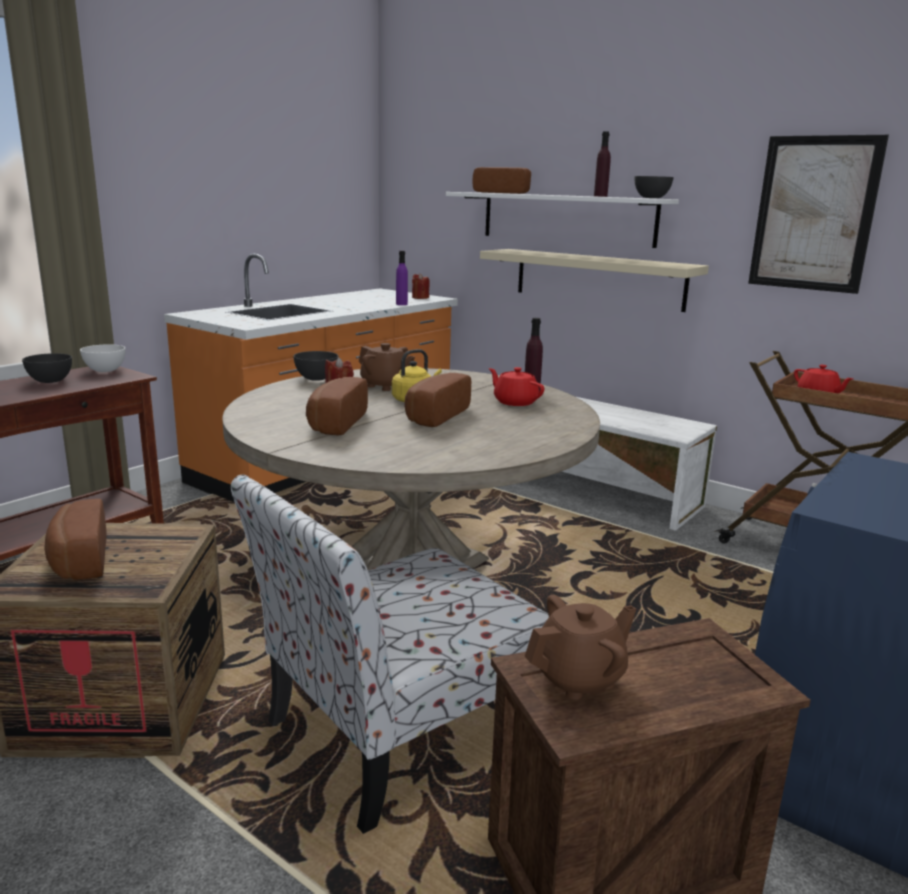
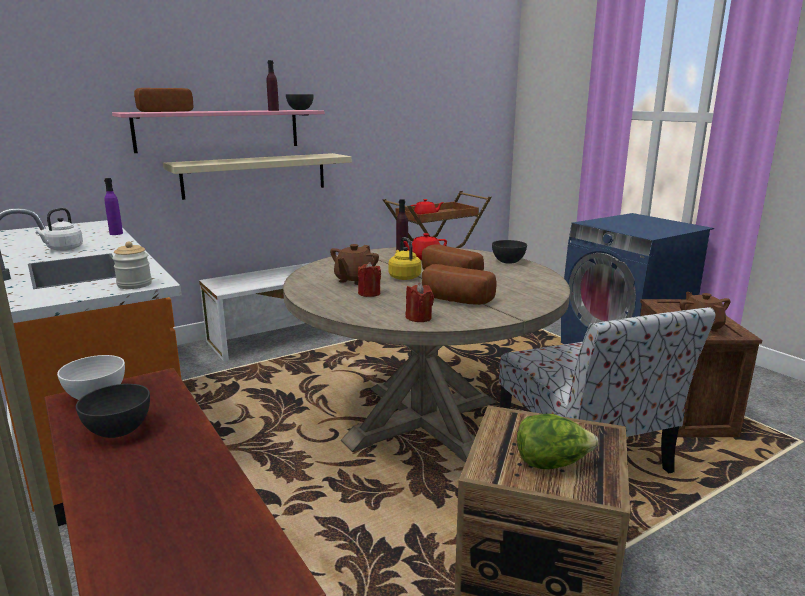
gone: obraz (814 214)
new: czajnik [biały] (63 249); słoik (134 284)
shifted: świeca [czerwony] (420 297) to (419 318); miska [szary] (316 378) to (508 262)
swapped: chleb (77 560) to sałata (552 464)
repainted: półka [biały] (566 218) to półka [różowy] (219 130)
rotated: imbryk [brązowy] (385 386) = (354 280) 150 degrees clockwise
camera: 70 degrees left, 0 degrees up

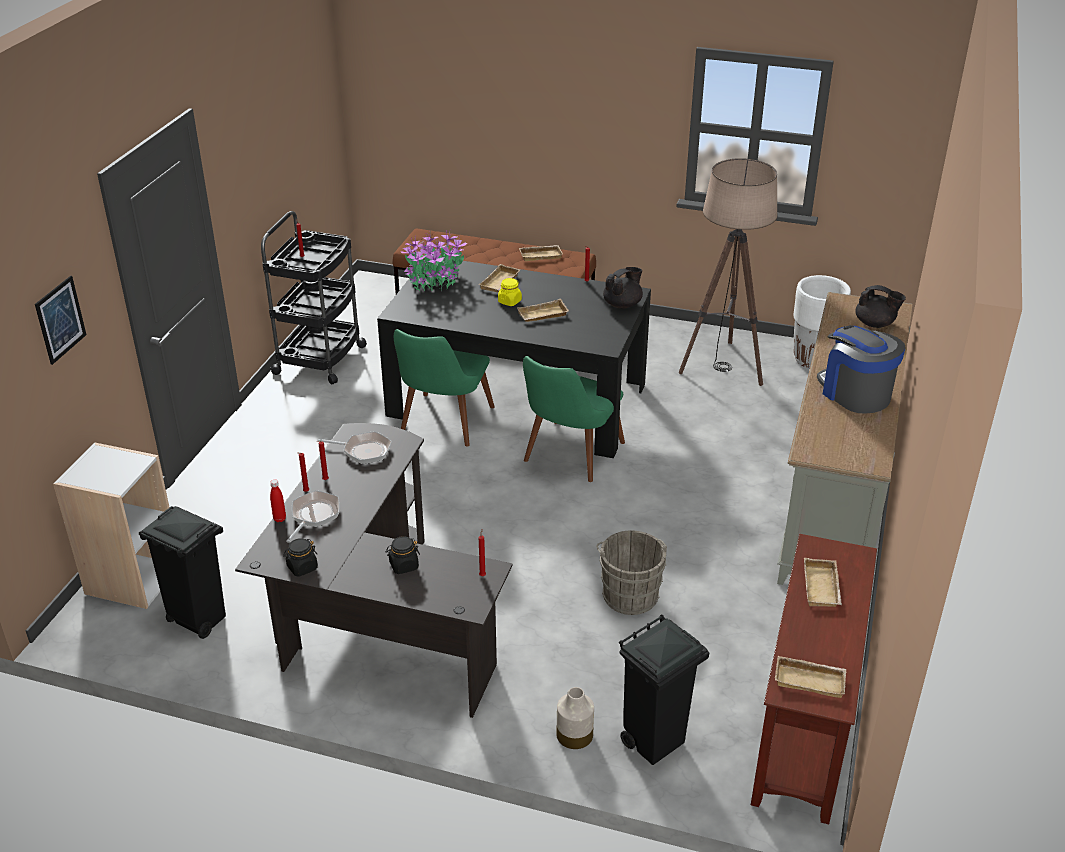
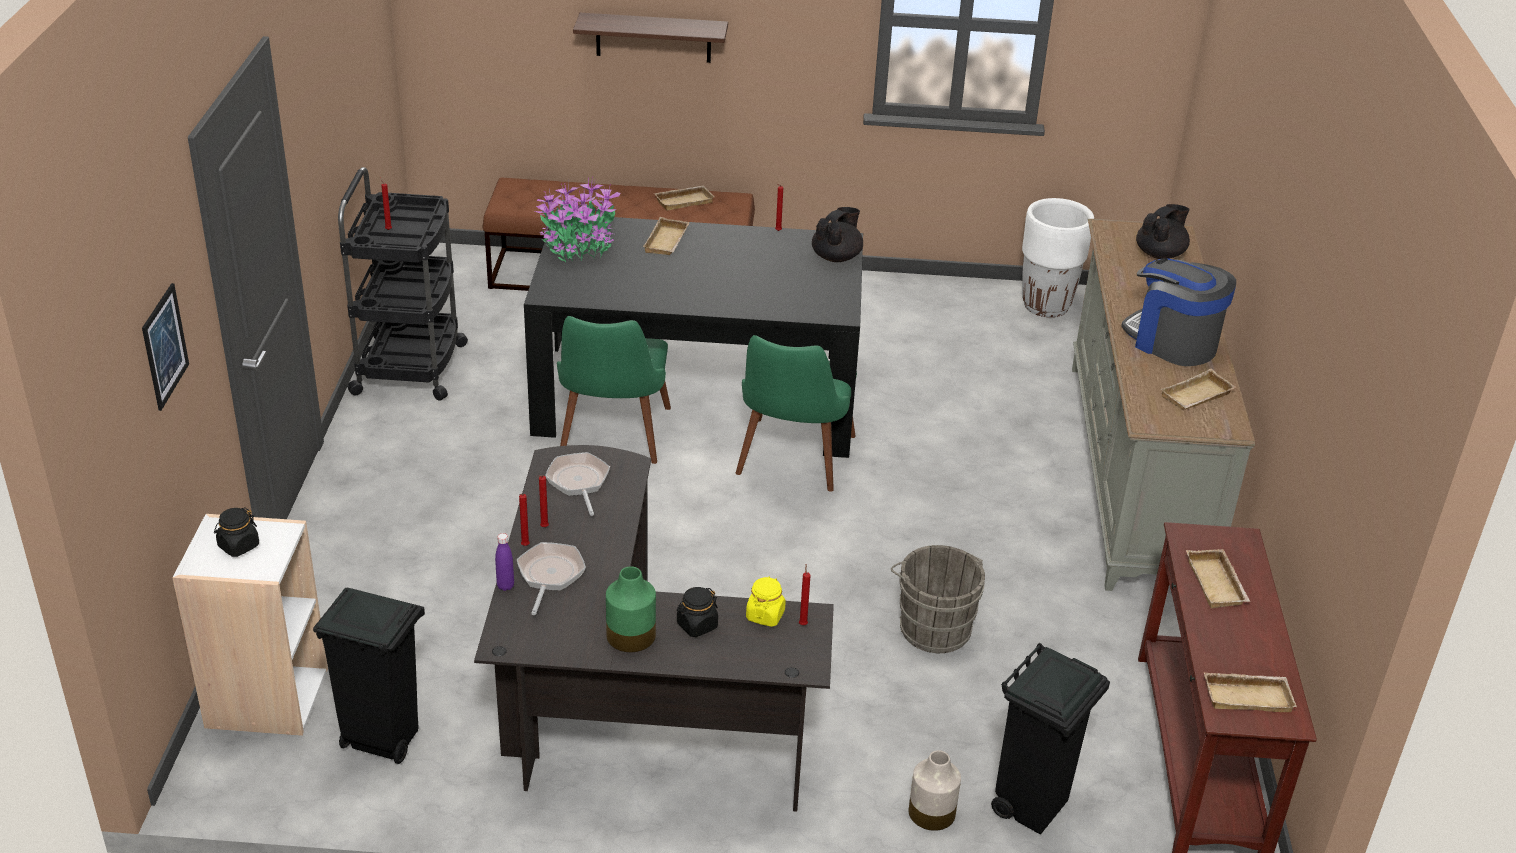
gone: lampa stojąca (723 366)
new: półka (653 37); wazon [zielony] (631 635)
shifted: słoik [czarny] (302 567) to (238 546); słoik [żółty] (509 301) to (765 615); taca [beżowy] (542 315) to (1197 397)
repainted: butelka [czerwony] (279 519) to butelka [fioletowy] (505 586)
rotated: patelnia (364 451) = (578 482) 105 degrees counterclockwise; imbryk [czarny] (875 324) = (1160 254) 60 degrees counterclockwise
camera: 15 degrees left, 0 degrees up

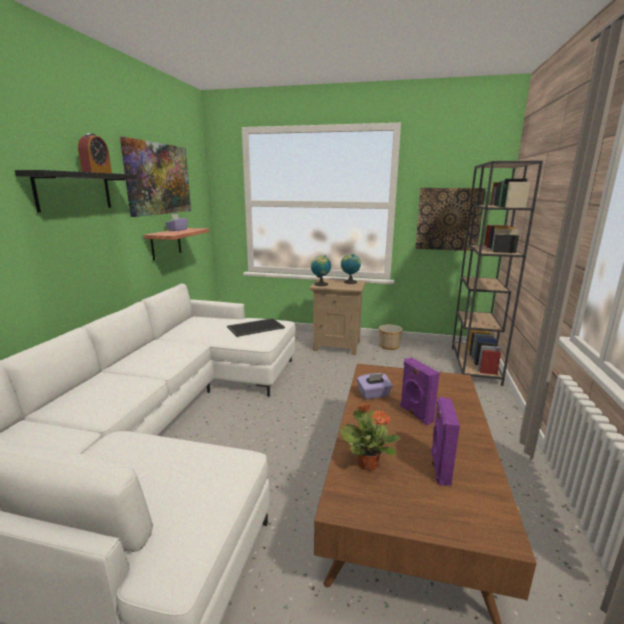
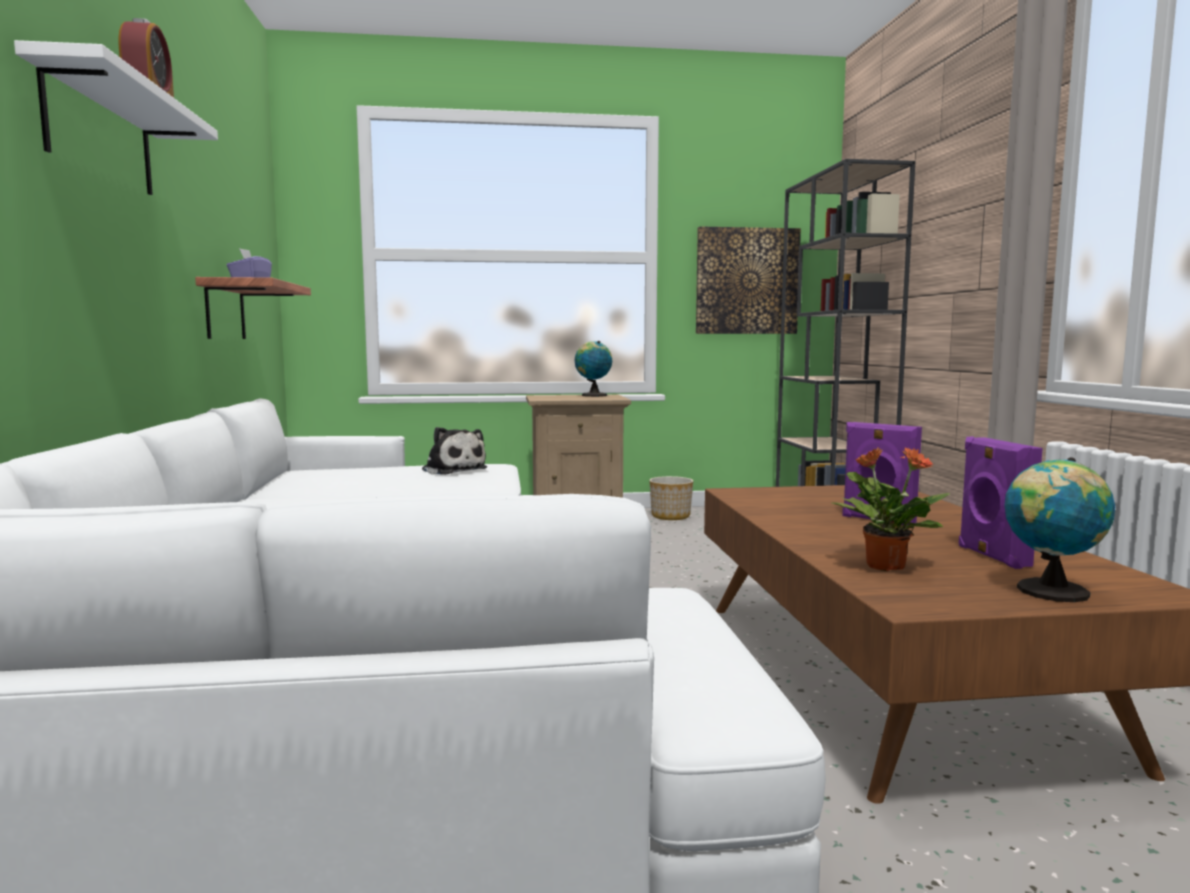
gone: obraz (158 179); pudełko chusteczek [fioletowy] (374 394)
shifted: globus (320 284) to (1050 592)
swapped: taca (256 327) to pluszak (453 470)
repainted: półka [czarny] (74 191) to półka [biały] (100 134)
camera: 20 degrees left, 10 degrees down

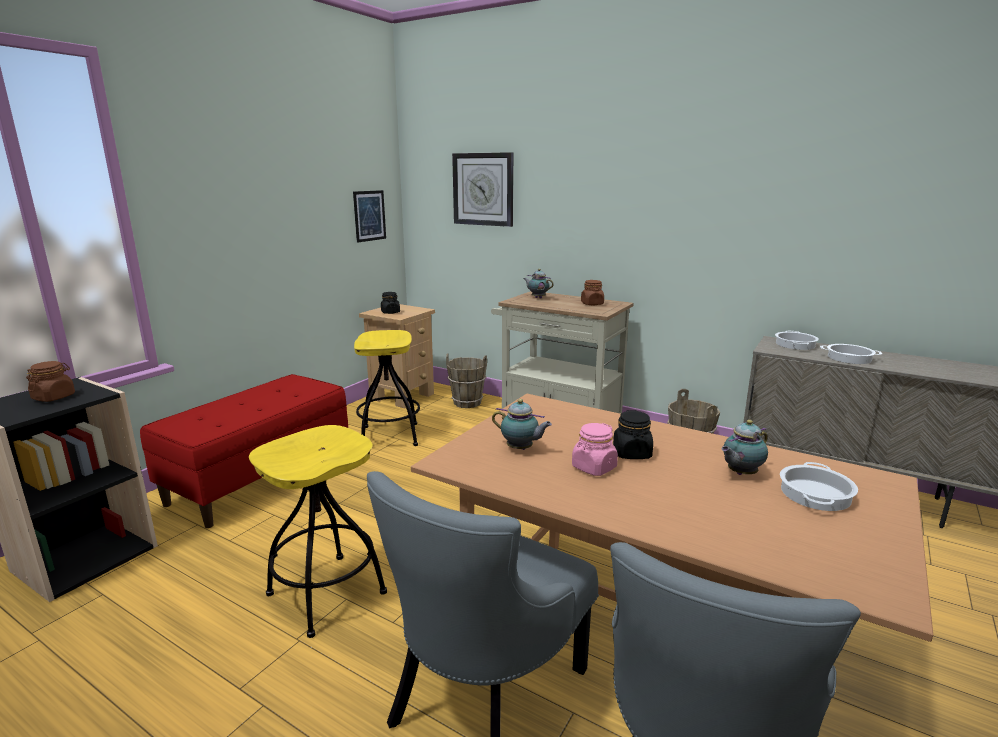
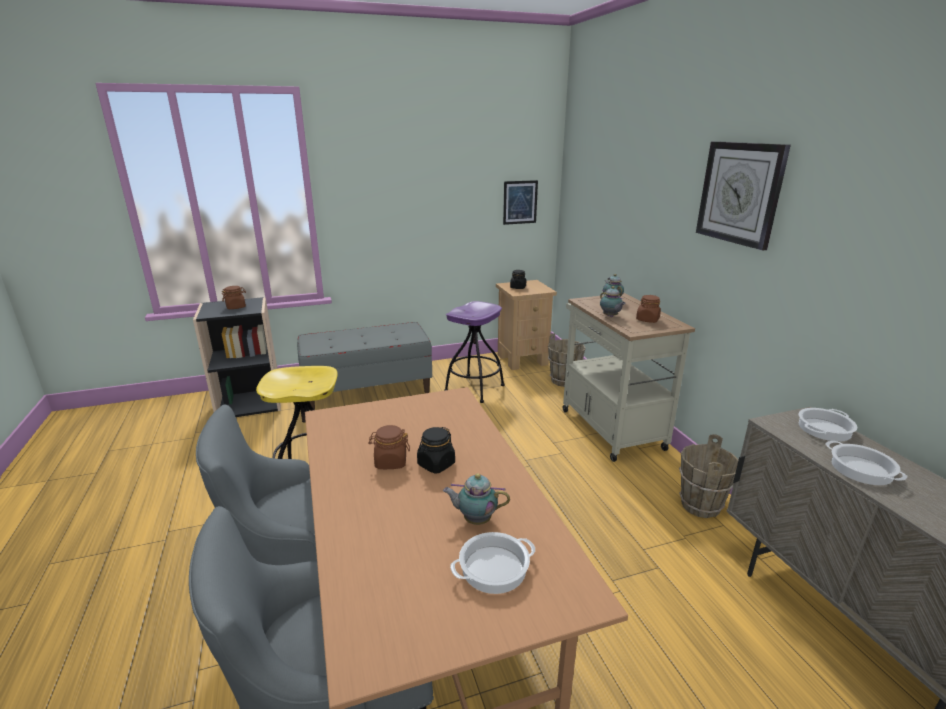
shifted: imbryk (521 449) to (610 316); zegar ścienny (483 189) to (740 193)
repainted: ławka [czerwony] (260 478) to ławka [szary] (368 390); słoik [różowy] (594 468) to słoik [brązowy] (390 462); stołek [żółty] (390 436) to stołek [fioletowy] (474 388)
camera: 40 degrees right, 5 degrees up

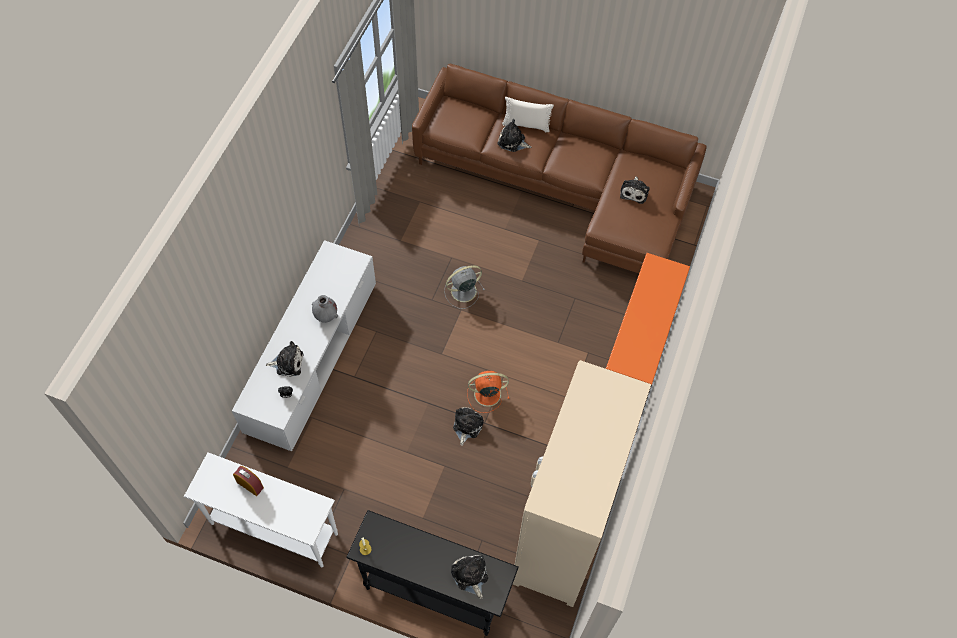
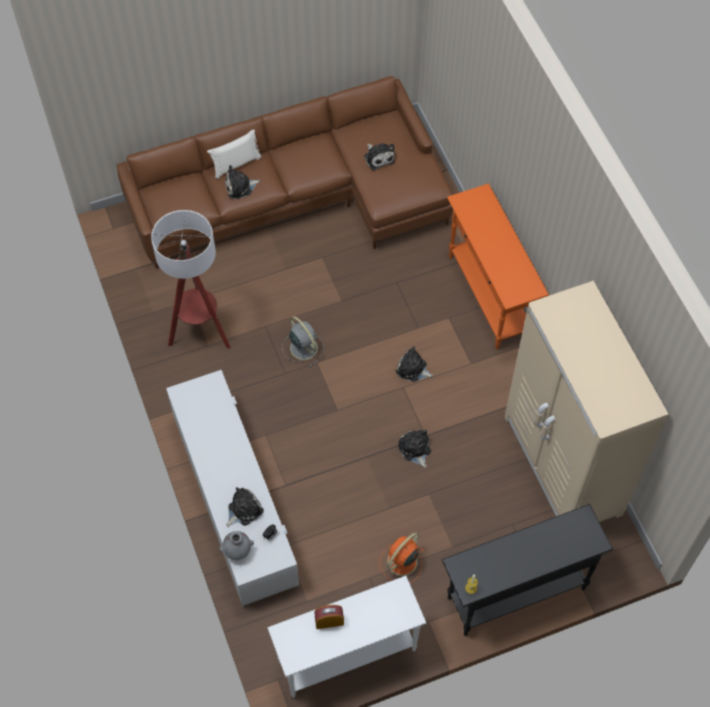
new: lampa stojąca (200 331)
shifted: wazon [szary] (326 316) to (238 551); wentylator [pomarańczowy] (486 394) to (401 562); pluszak (470 575) to (413 369)
rotated: wentylator [szary] (462 291) = (303 347) 120 degrees clockwise
camera: 40 degrees left, 0 degrees up

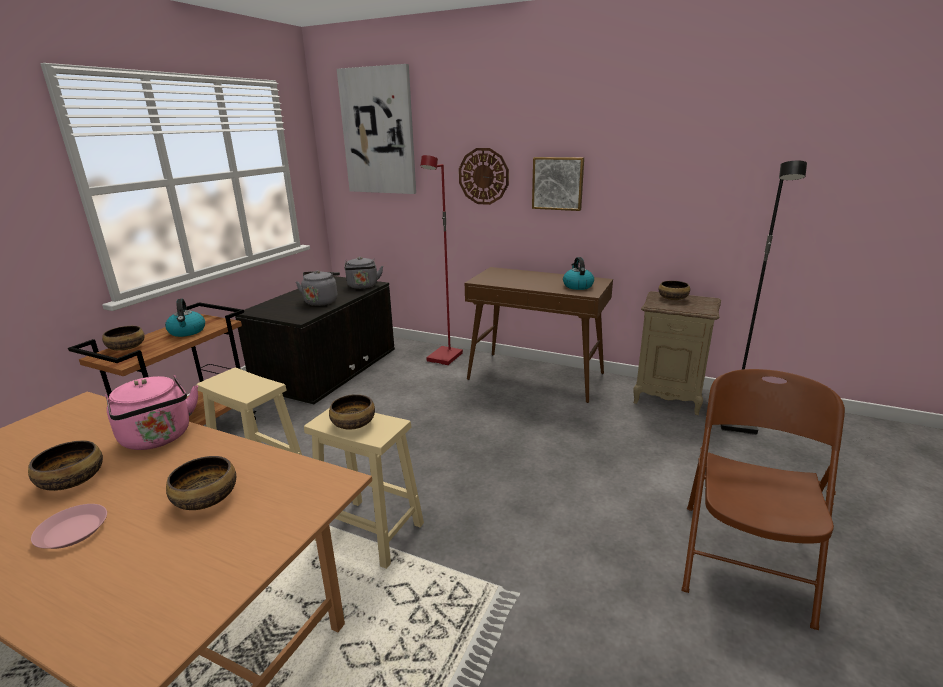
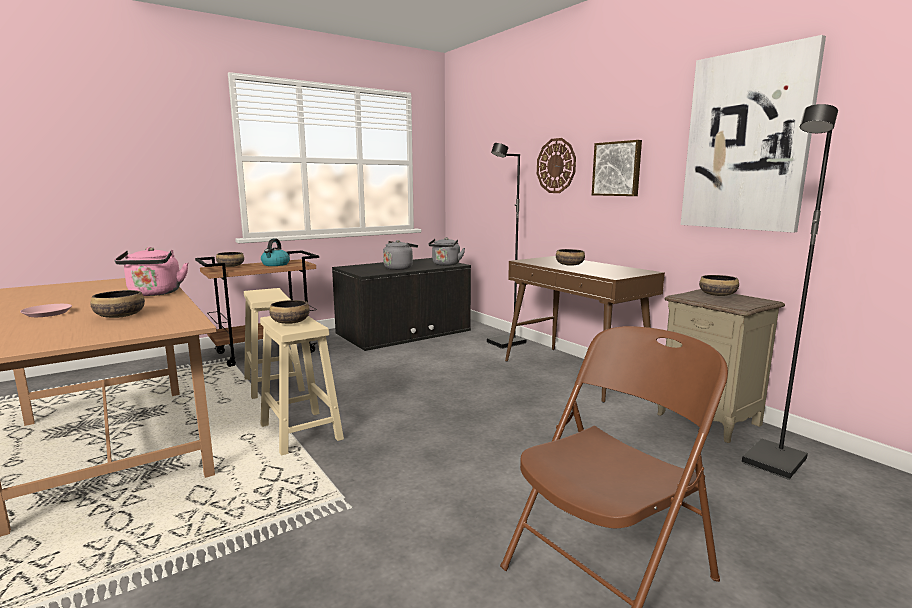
gone: czajnik (577 286)
shifted: miska (72 480) to (569 265); obraz (378 132) to (746 142)
repainted: lampa stojąca [czerwony] (445 357) to lampa stojąca [czarny] (506 343)
camera: 30 degrees right, 10 degrees down

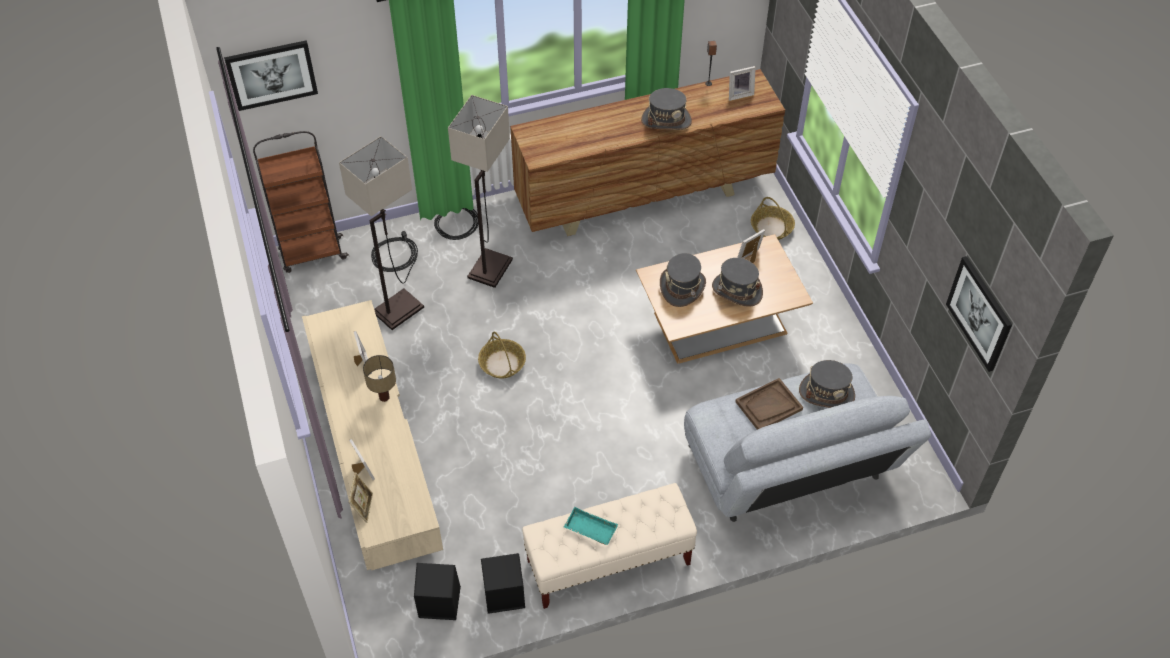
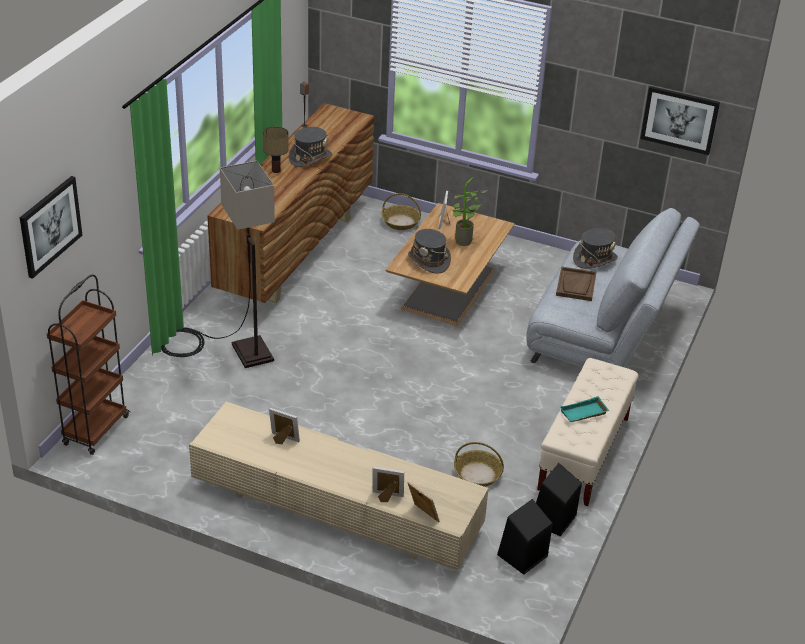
gone: lampa stojąca (397 280); ramka na zdjęcie (739 94)
shifted: lampa stołowa (384 397) to (276 171); koszyk (502 364) to (478 474)
swapped: kapelusz [szary] (737 290) to roślina doniczkowa (463 243)
camera: 50 degrees left, 15 degrees down

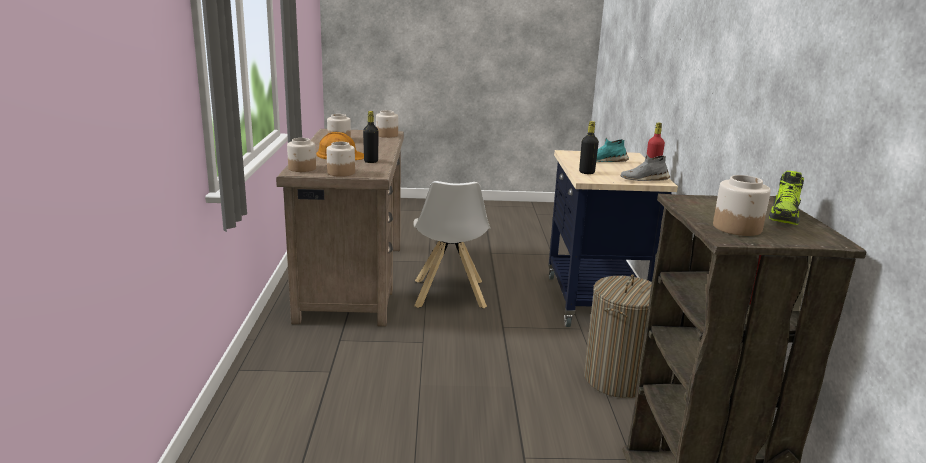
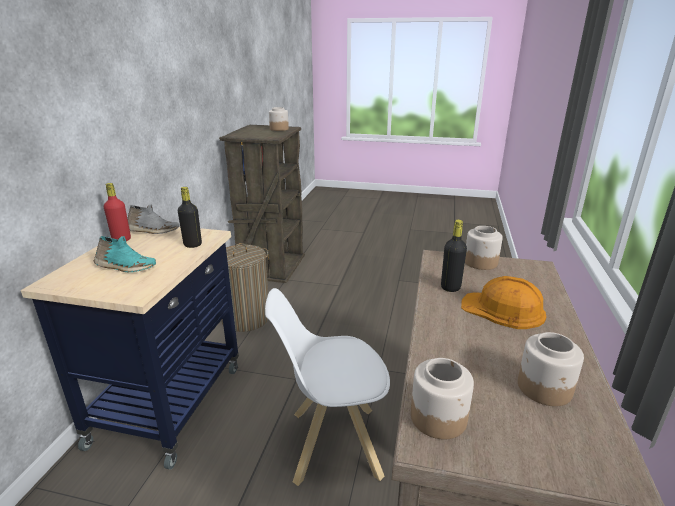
gone: słoik (302 168); but (784 216)
rotated: krzesło [biały] (449 295) = (331 443) 105 degrees counterclockwise
camera: 165 degrees left, 5 degrees up

